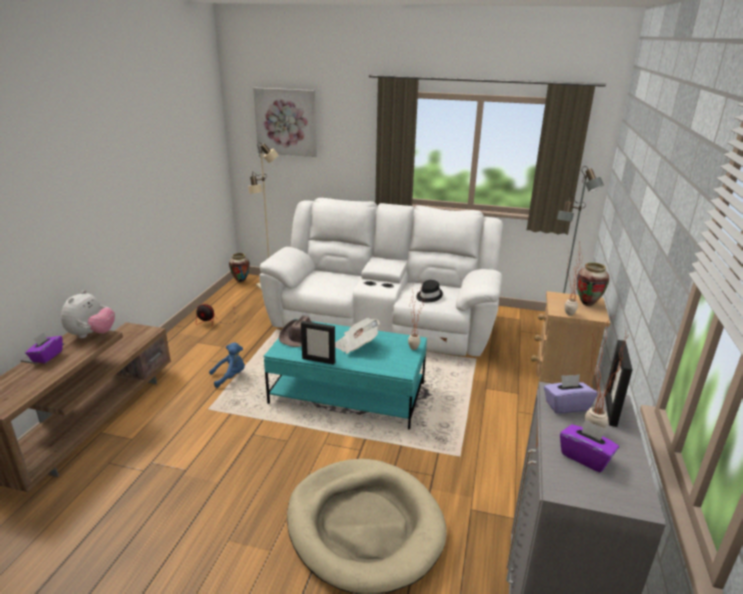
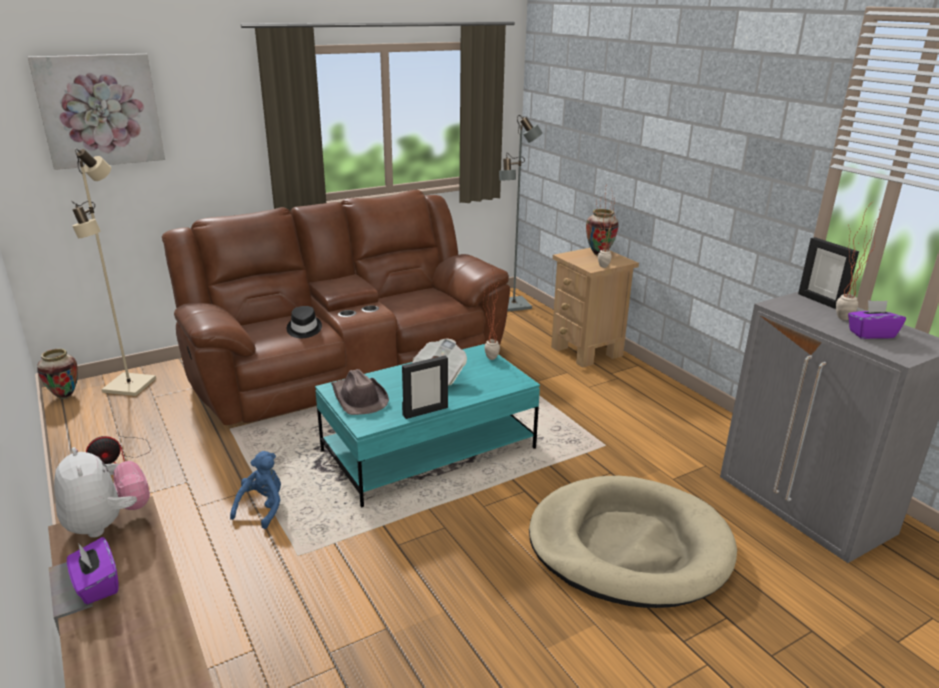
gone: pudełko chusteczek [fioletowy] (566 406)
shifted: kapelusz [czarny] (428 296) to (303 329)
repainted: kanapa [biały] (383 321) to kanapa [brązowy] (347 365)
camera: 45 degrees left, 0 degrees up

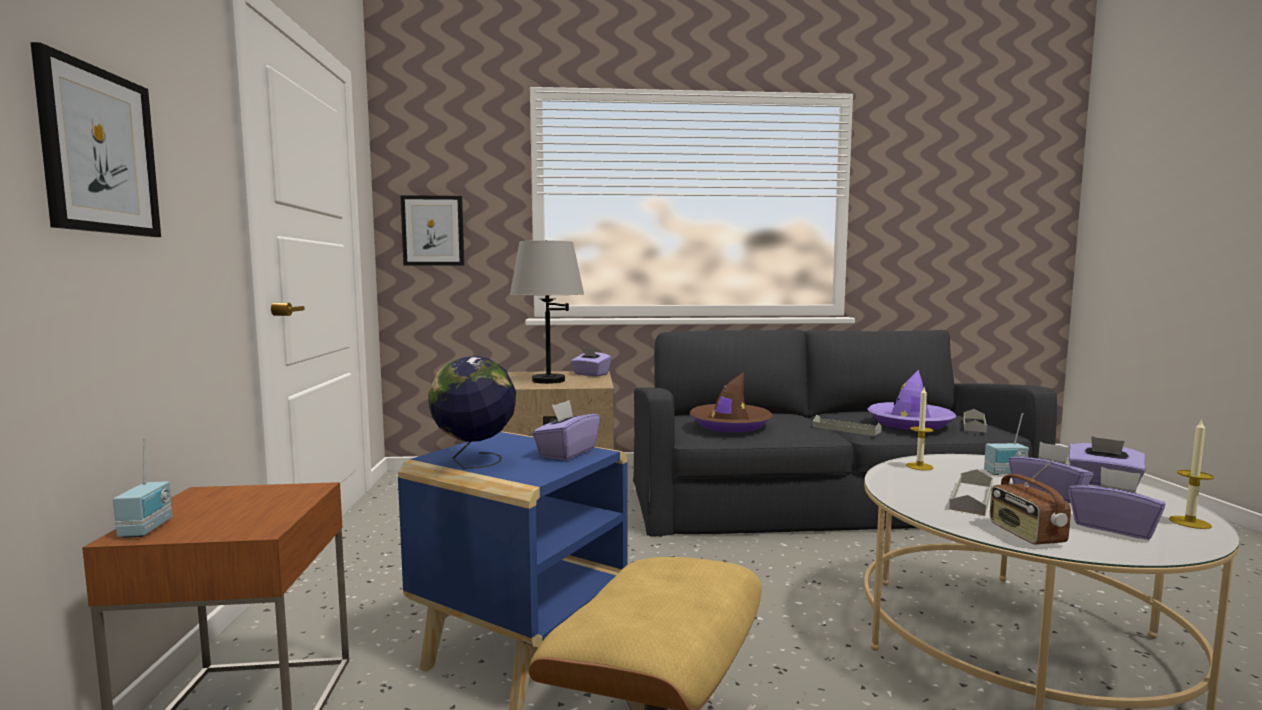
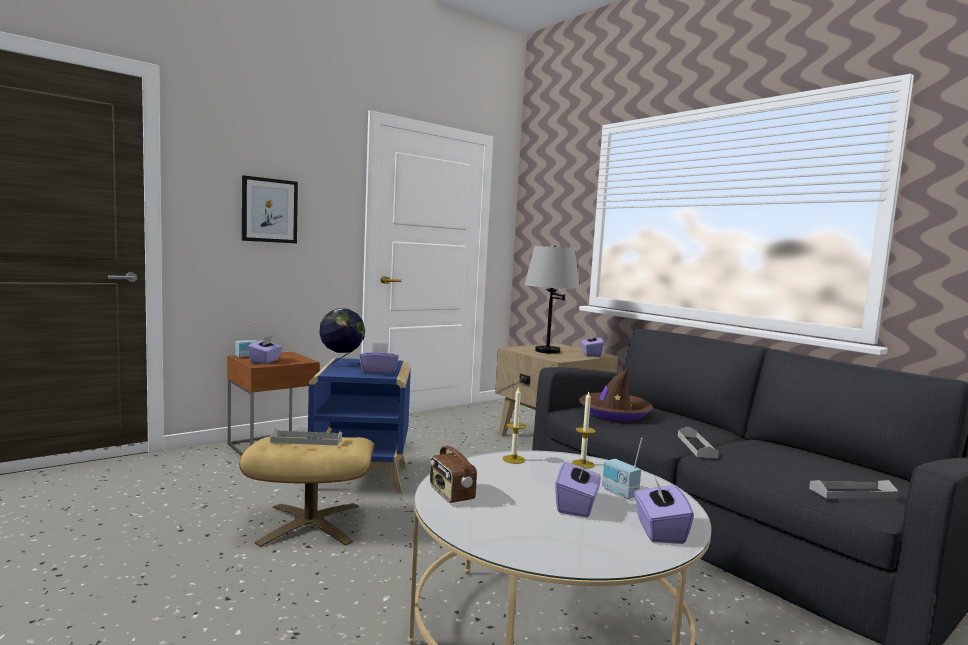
gone: obraz (433 231); kapelusz [fioletowy] (910 423)
shifted: pudełko chusteczek [fioletowy] (1113 527) to (265 361); taca [szary] (971 497) to (306 440); świeca (1189 522) to (513 459)
rotated: radio (1025 534) = (450 494) 75 degrees counterclockwise
camera: 55 degrees right, 0 degrees up

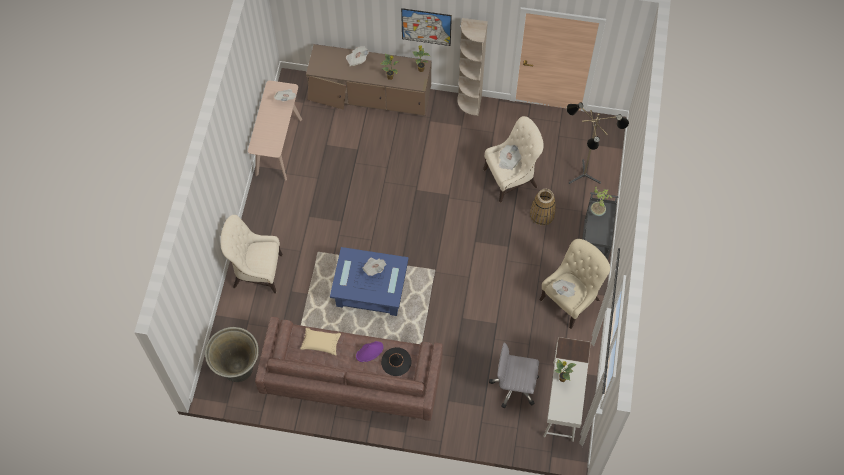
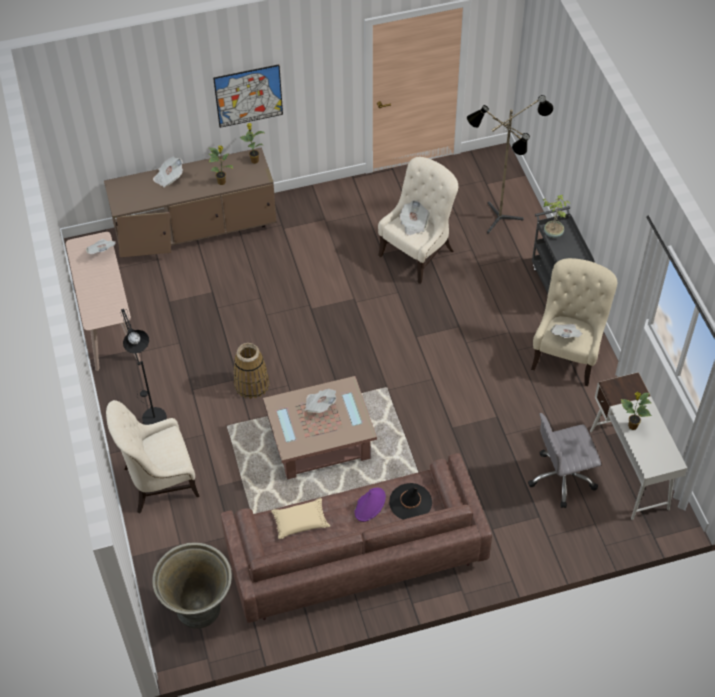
gone: regał [beżowy] (469 105)
new: lampa stojąca [czarny] (151 414)
shifted: koszyk (542 214) to (252 384)
repainted: ława [niebieski] (370 291) to ława [brązowy] (320 444)
camera: 25 degrees left, 10 degrees down

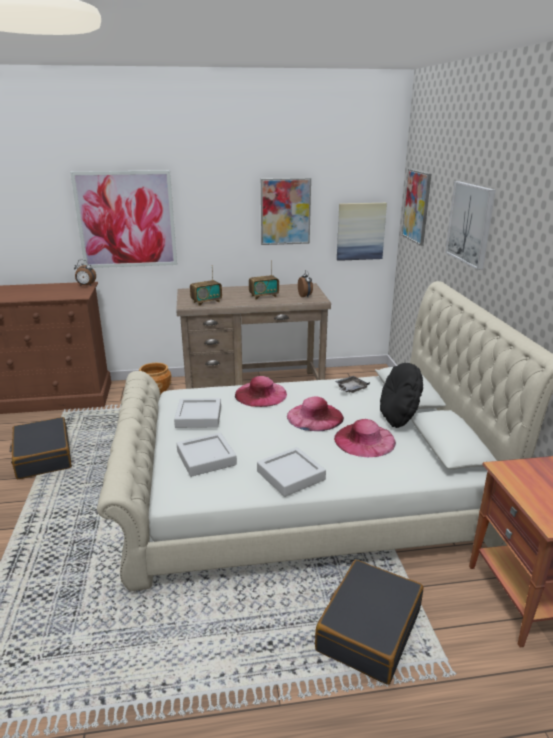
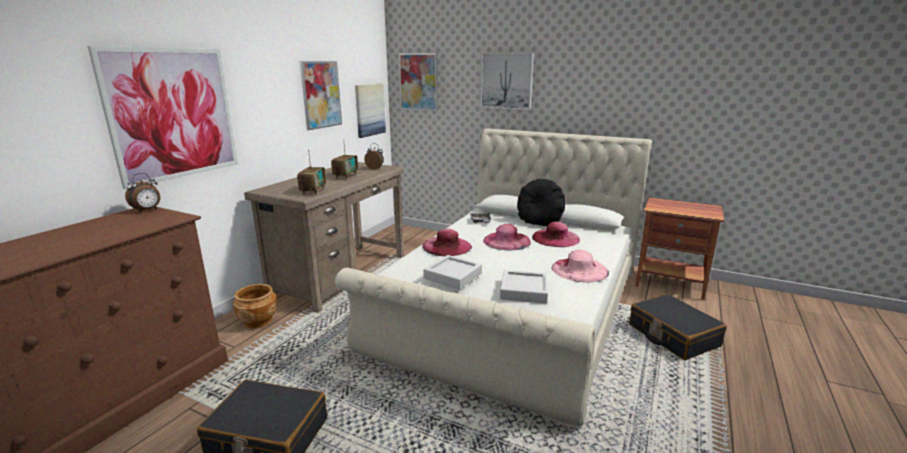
swapped: taca [szary] (290 475) to kapelusz [różowy] (579 269)
camera: 55 degrees left, 5 degrees down

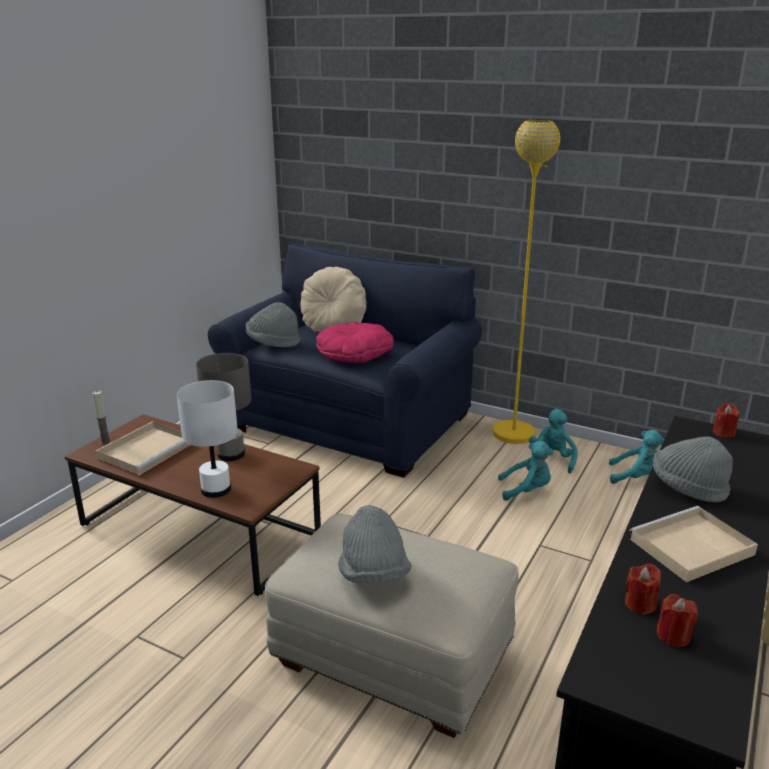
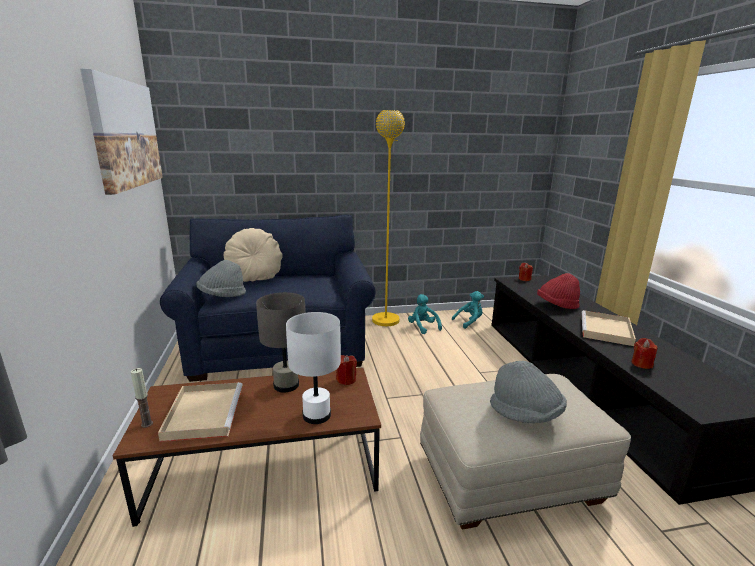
gone: poduszka [różowy] (353 353); pluszak [turkusowy] (526 490)
new: obraz (125 134)
shifted: świeca [czerwony] (673 636) to (346 380)
repainted: kapelusz [szary] (687 487) to kapelusz [czerwony] (557 306)
camera: 40 degrees left, 5 degrees down

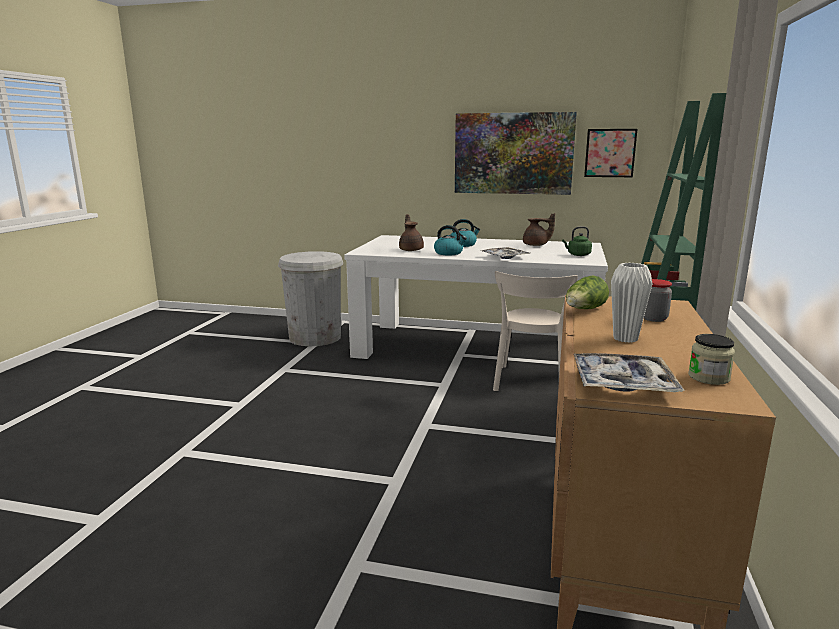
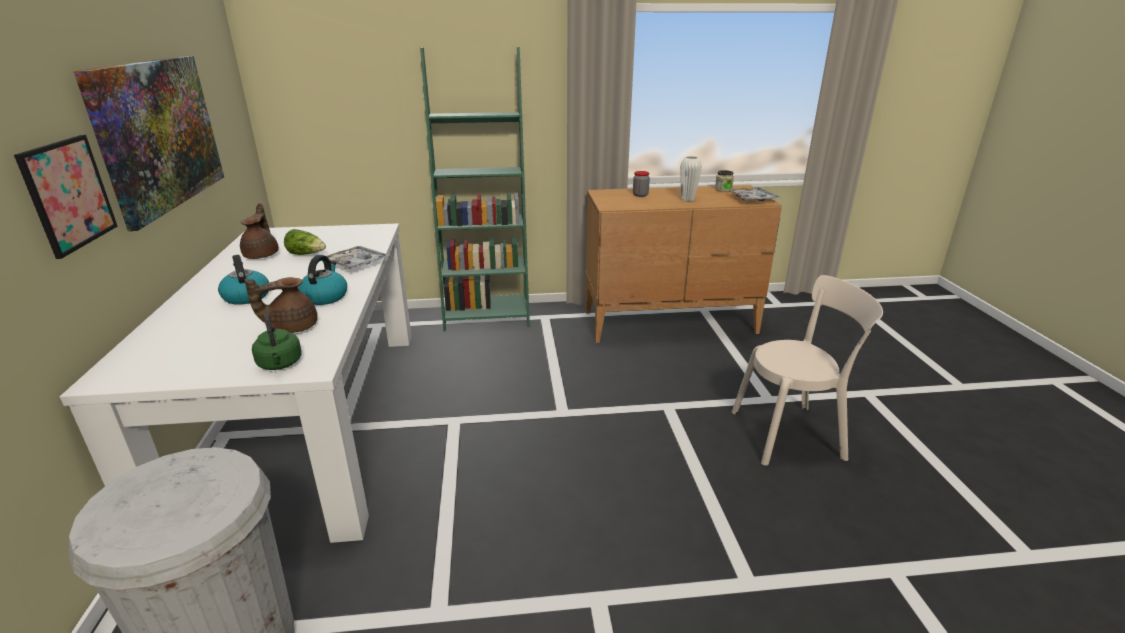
shifted: obraz (610 153) to (68 194); czajnik [zielony] (577 255) to (280 364); sałata (584 310) to (307 254); krzesło [beżowy] (530 383) to (792 434)
camera: 110 degrees left, 10 degrees up

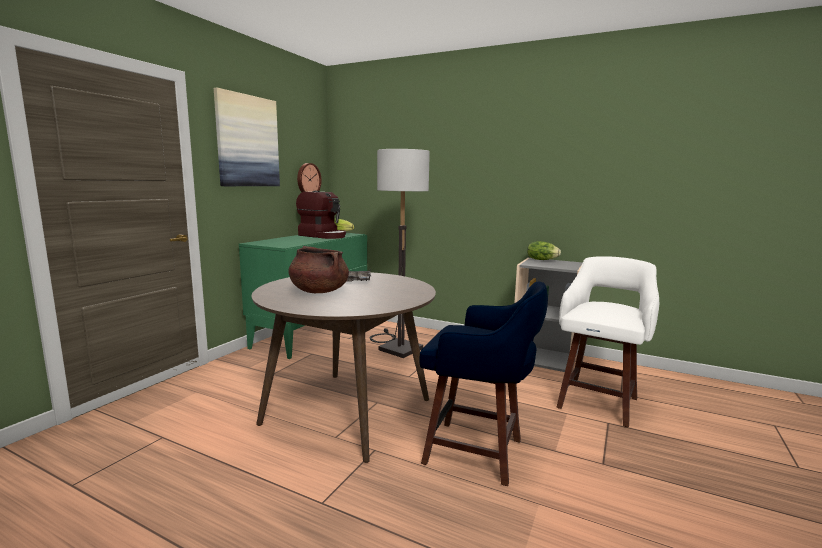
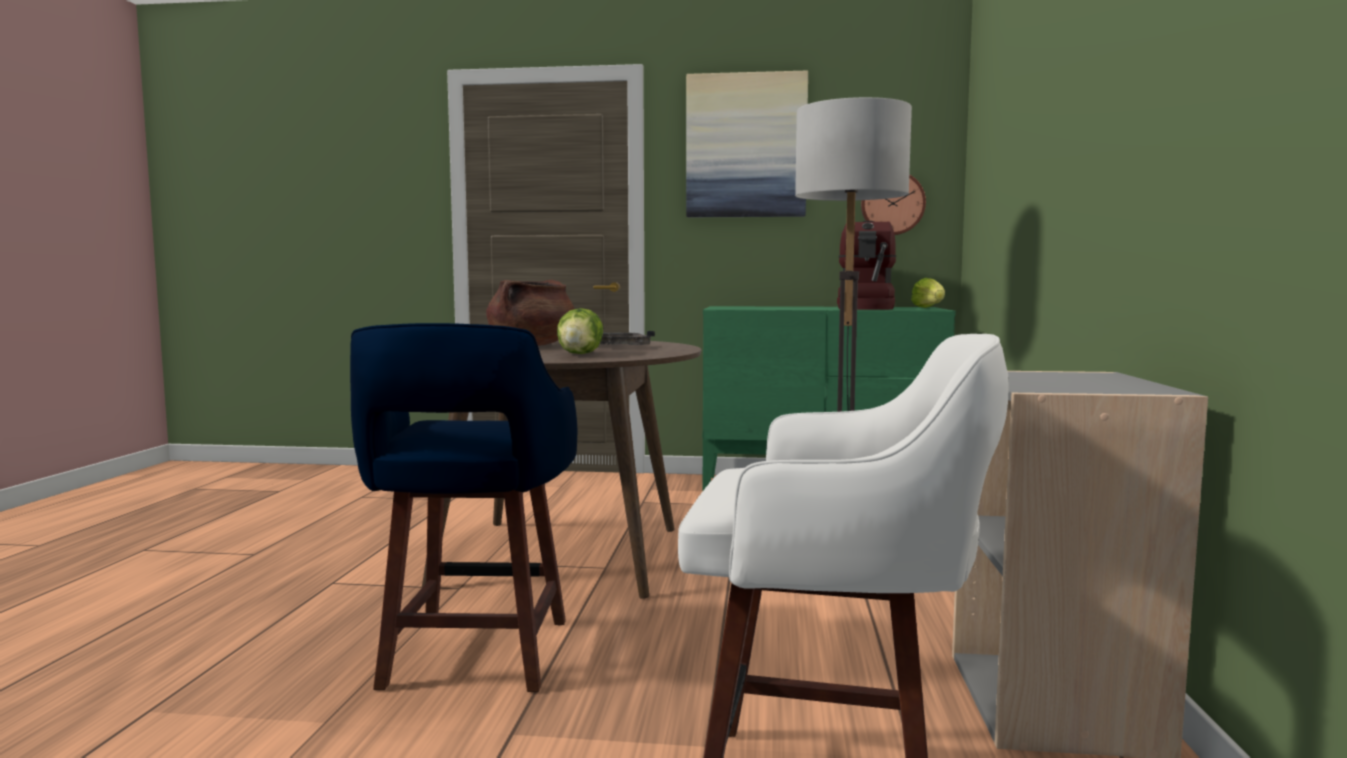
shifted: sałata (541 260) to (581 354)
camera: 70 degrees right, 5 degrees down

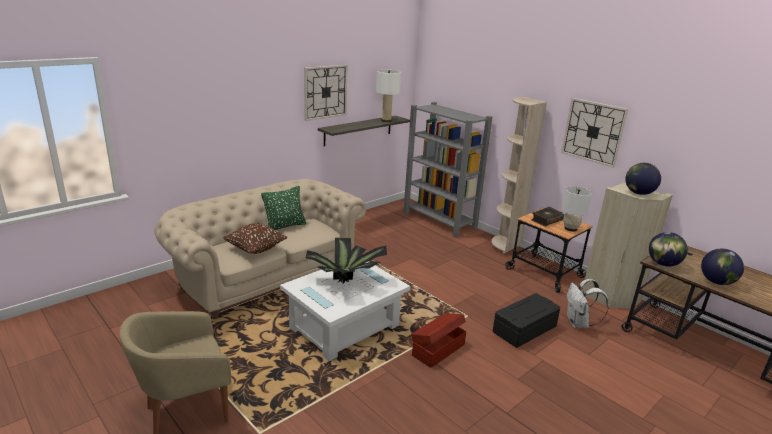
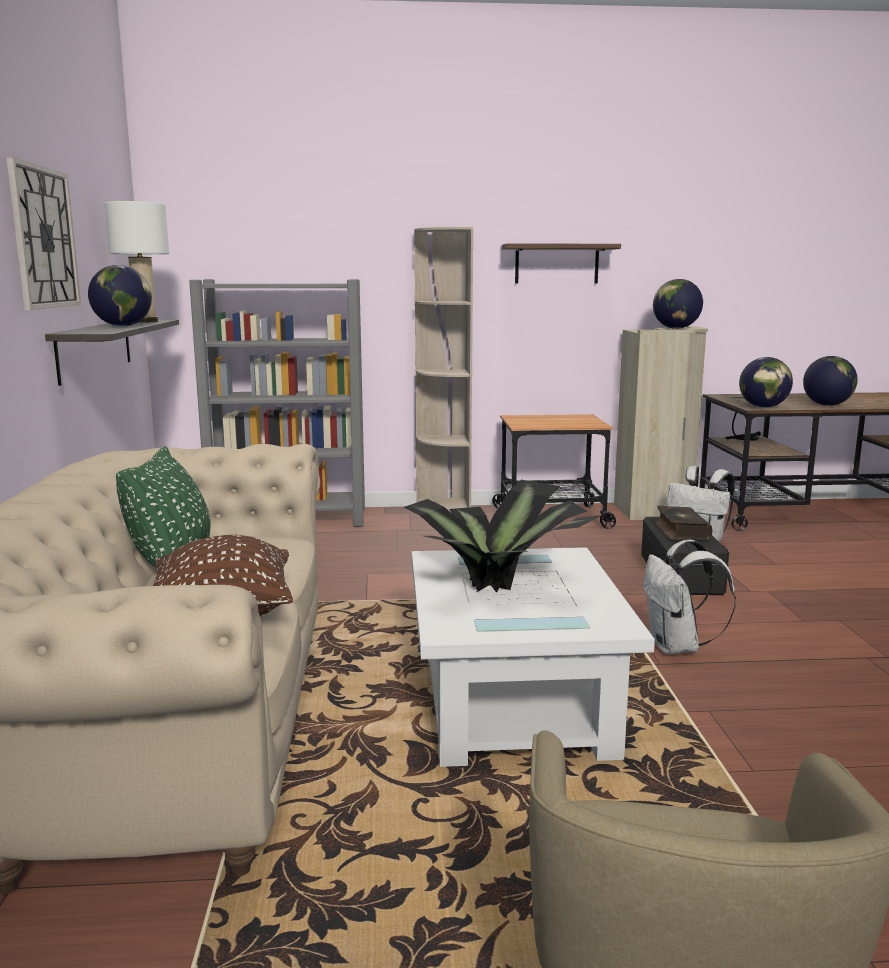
gone: lampa stołowa [biały] (570 228)
new: globus (123 326)
shifted: książka (546 220) to (680 531)
swapped: zegar ścienny (593 132) to półka (556 264); pojemnik do przechowywania [brązowy] (437 350) to plecak [biały] (677 647)
camera: 50 degrees left, 10 degrees down

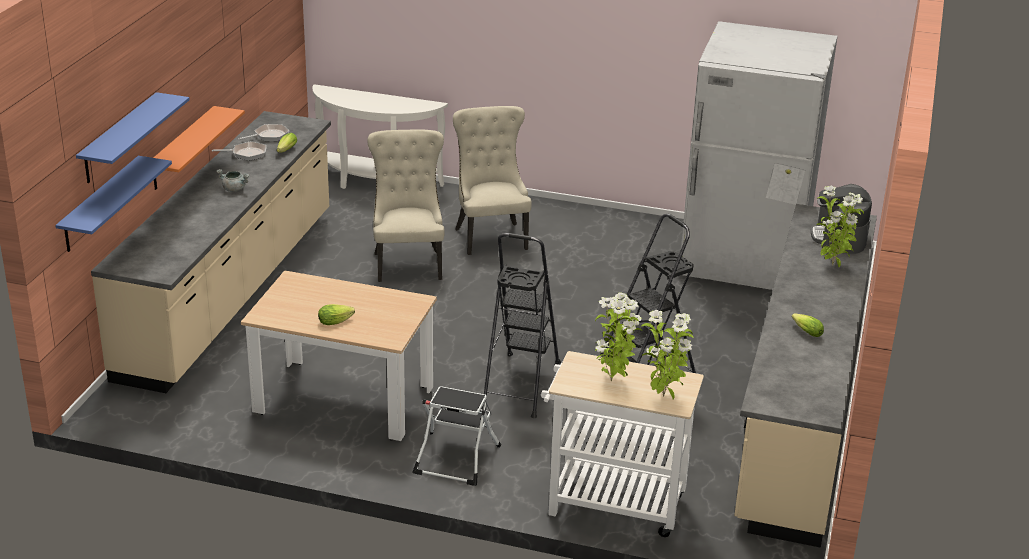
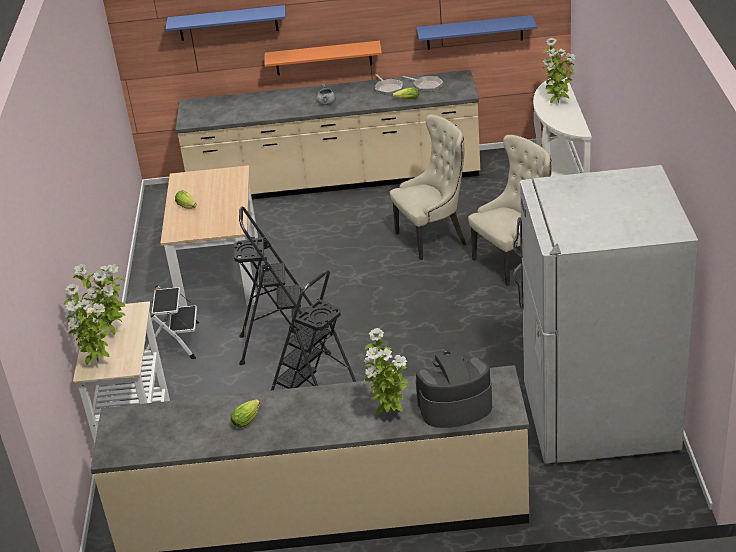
new: roślina doniczkowa (557 103)
shifted: półka [niebieski] (100 204) to (474 32)
camera: 75 degrees right, 5 degrees up

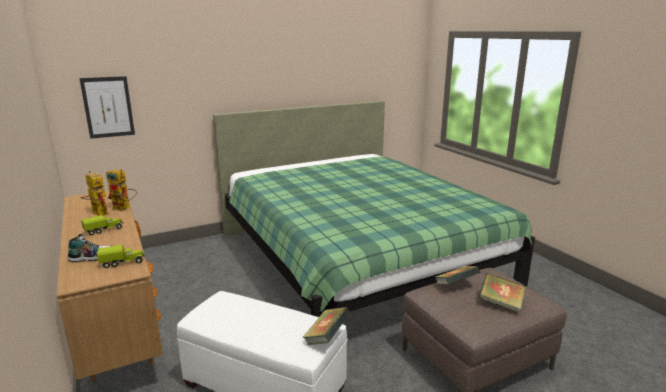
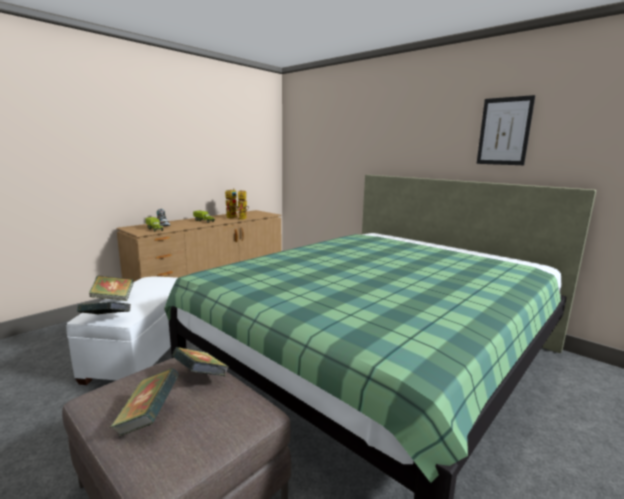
new: książka (113 298)
shifted: obraz (108 107) to (504 131)
camera: 70 degrees right, 5 degrees down

